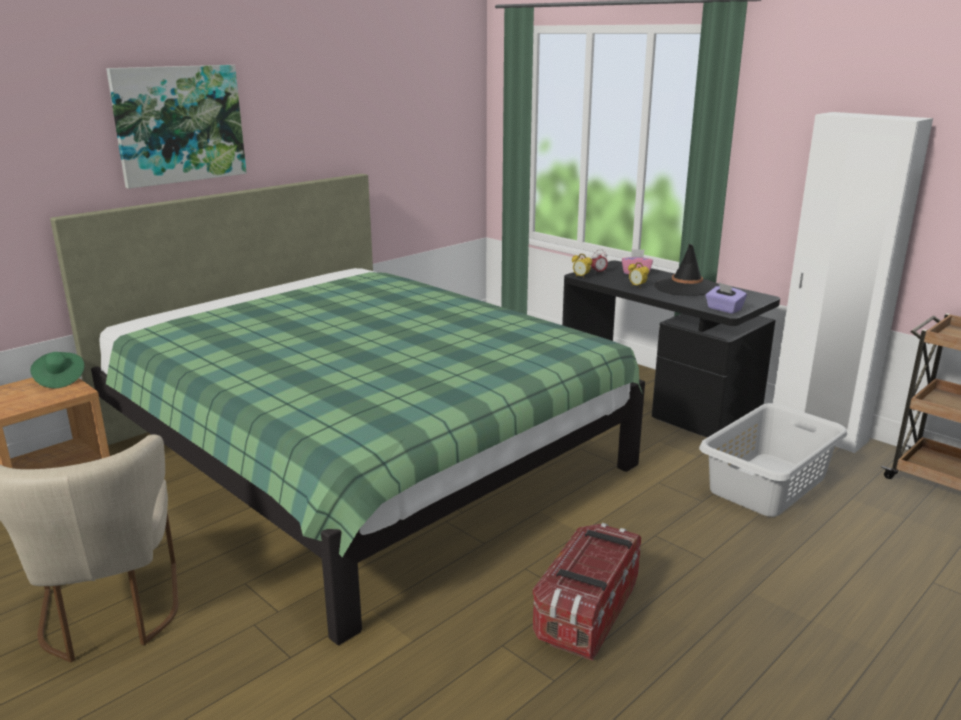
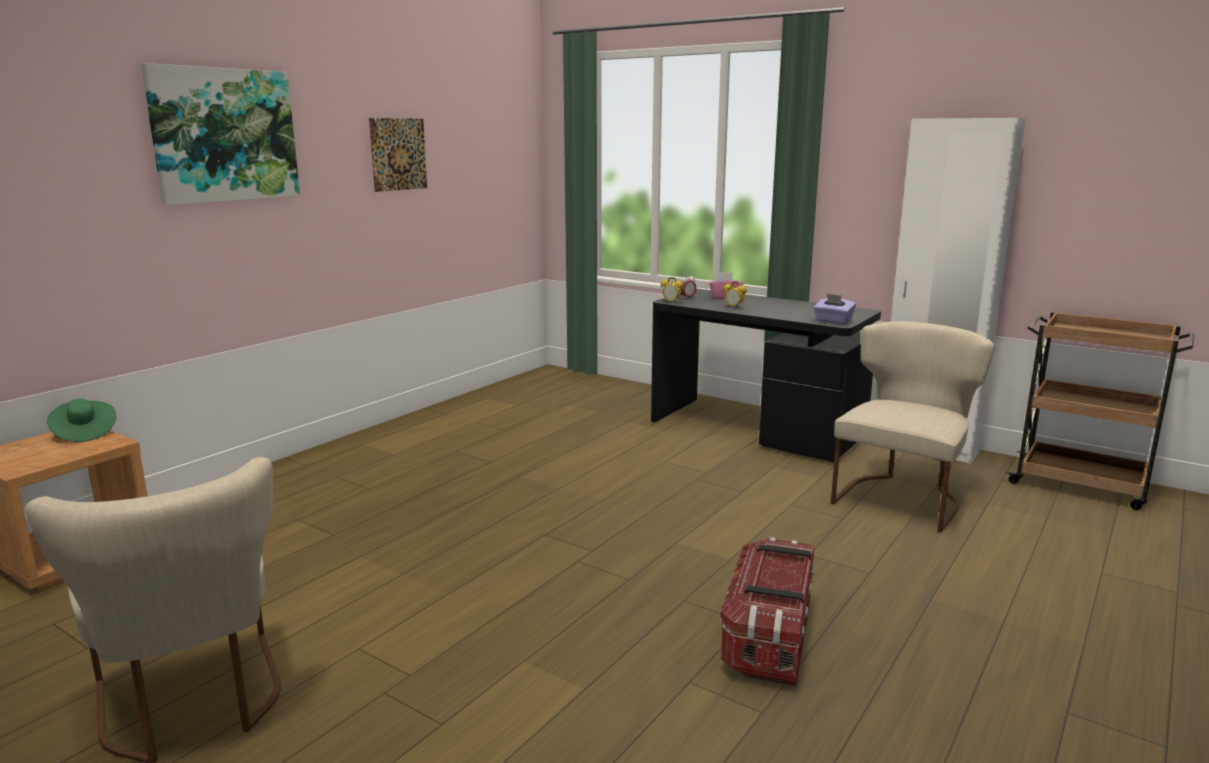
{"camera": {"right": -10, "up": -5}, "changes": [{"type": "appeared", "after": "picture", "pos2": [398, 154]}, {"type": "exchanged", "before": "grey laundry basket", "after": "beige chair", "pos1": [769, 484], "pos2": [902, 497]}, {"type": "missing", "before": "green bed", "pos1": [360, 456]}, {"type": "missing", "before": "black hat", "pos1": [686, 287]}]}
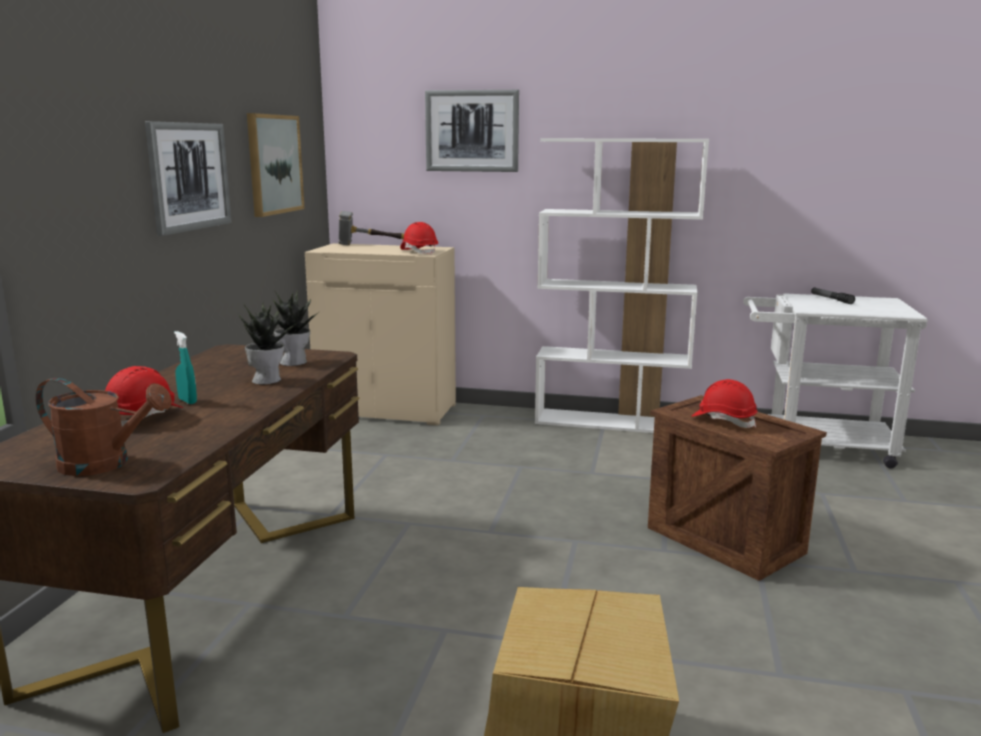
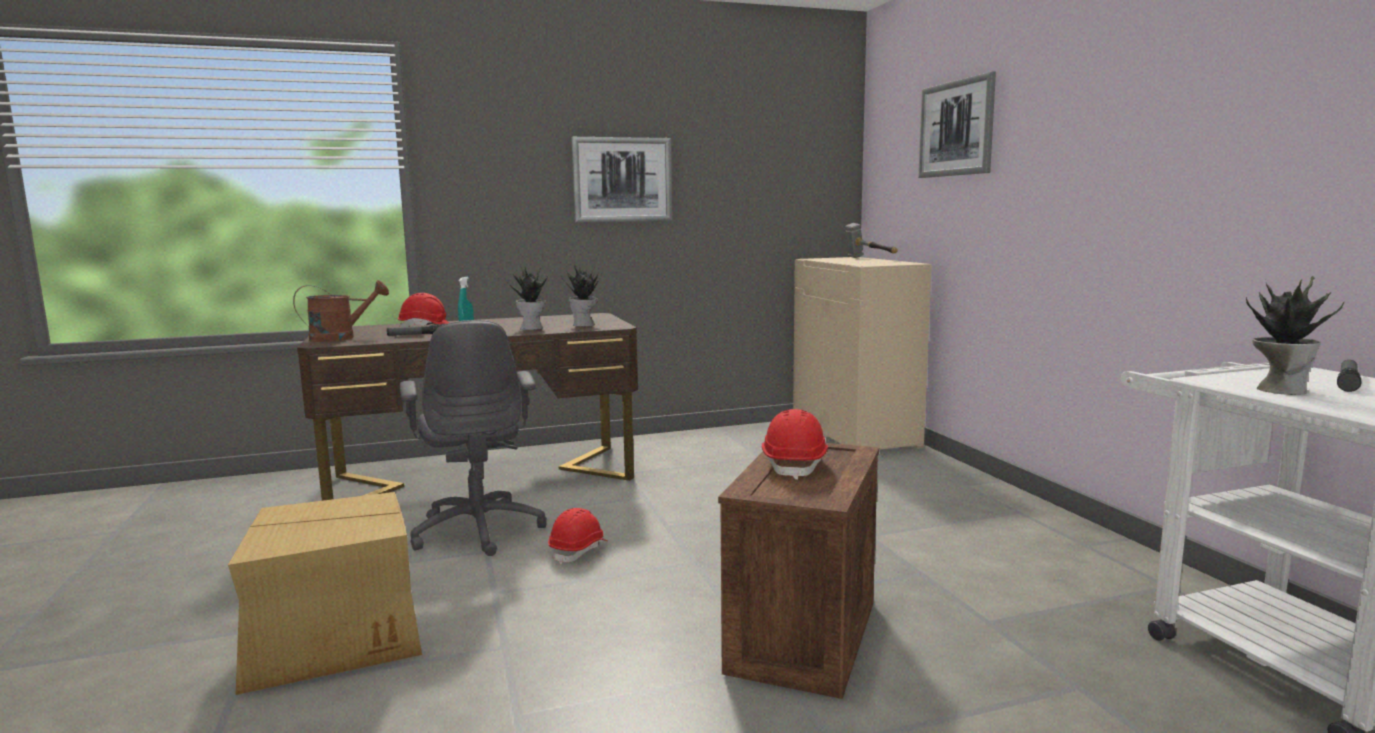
{"camera": {"right": 60, "up": -5}, "changes": [{"type": "spun", "before": "brown watering can", "pos1": [105, 464], "pos2": [341, 337], "turn": -105}, {"type": "appeared", "after": "flashlight", "pos2": [420, 335]}, {"type": "appeared", "after": "grey office chair", "pos2": [479, 530]}, {"type": "relocated", "before": "red hard hat", "pos1": [419, 252], "pos2": [579, 550]}, {"type": "appeared", "after": "potted plant", "pos2": [1279, 390]}, {"type": "missing", "before": "picture", "pos1": [274, 164]}, {"type": "missing", "before": "white bookcase", "pos1": [611, 422]}]}
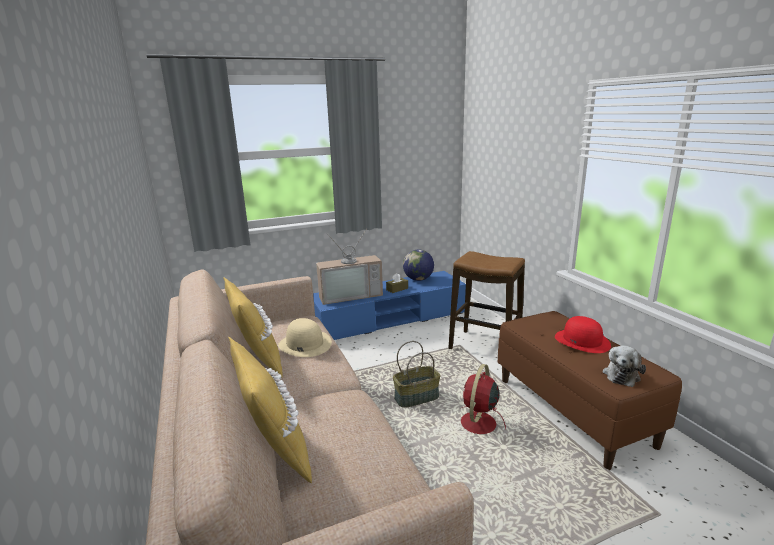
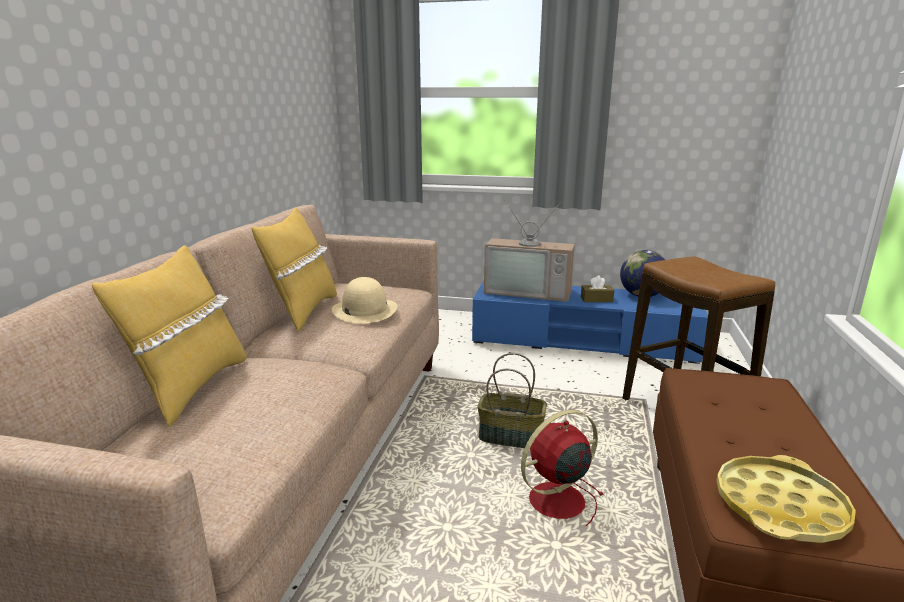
{"camera": {"right": 35, "up": 0}, "changes": [{"type": "exchanged", "before": "plush toy", "after": "yellow tray", "pos1": [621, 374], "pos2": [780, 507]}, {"type": "missing", "before": "red hat", "pos1": [582, 341]}]}
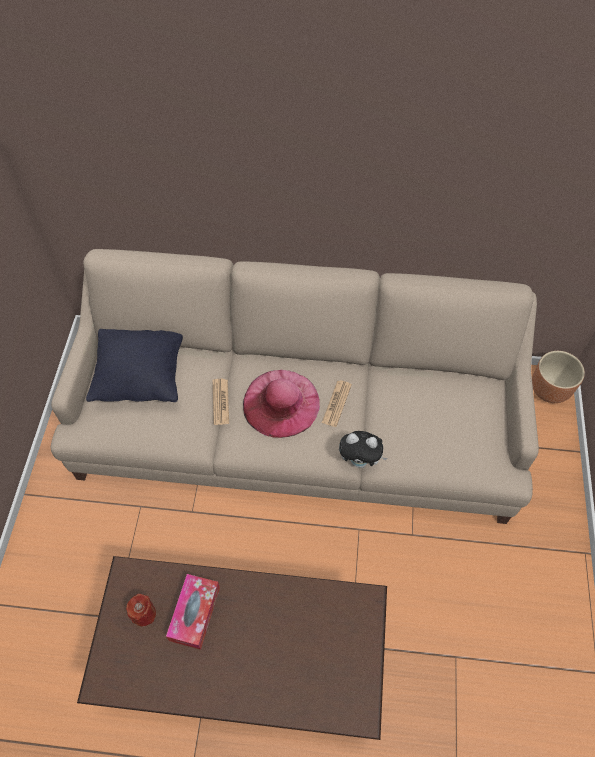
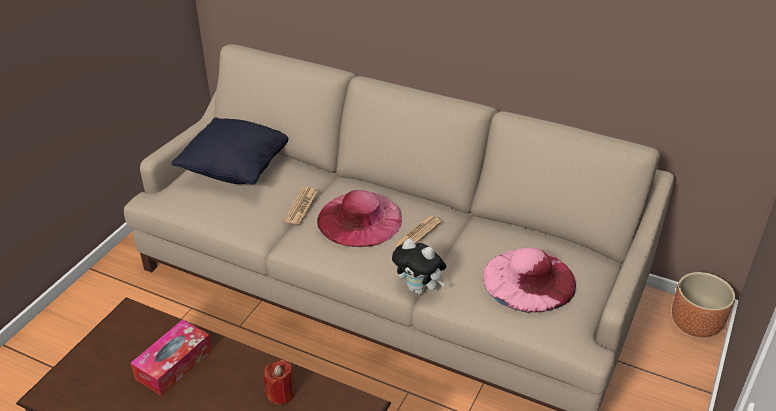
{"camera": {"right": 20, "up": -20}, "changes": [{"type": "relocated", "before": "red candle", "pos1": [144, 614], "pos2": [281, 393]}, {"type": "appeared", "after": "pink hat", "pos2": [529, 279]}]}
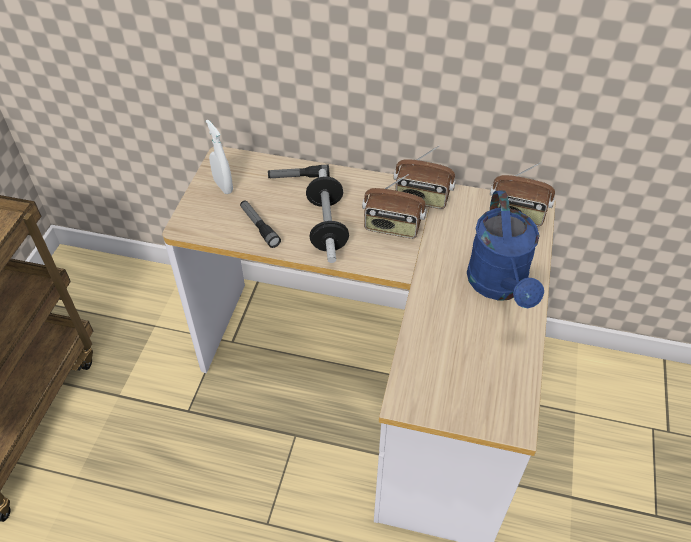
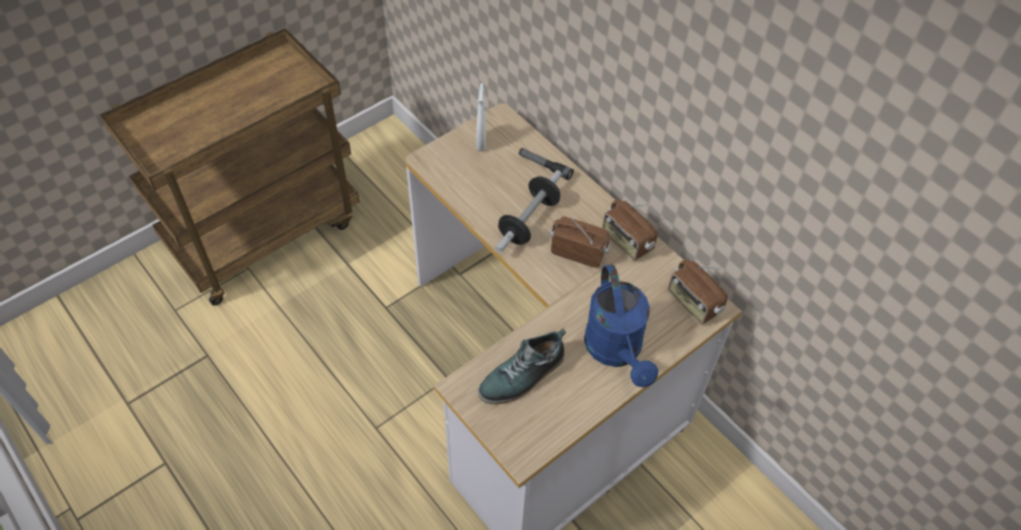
{"camera": {"right": 35, "up": 5}, "changes": [{"type": "appeared", "after": "shoe", "pos2": [522, 376]}, {"type": "spun", "before": "radio", "pos1": [392, 227], "pos2": [578, 252], "turn": 150}, {"type": "spun", "before": "blue watering can", "pos1": [500, 286], "pos2": [617, 351], "turn": -45}, {"type": "missing", "before": "flashlight", "pos1": [259, 227]}]}
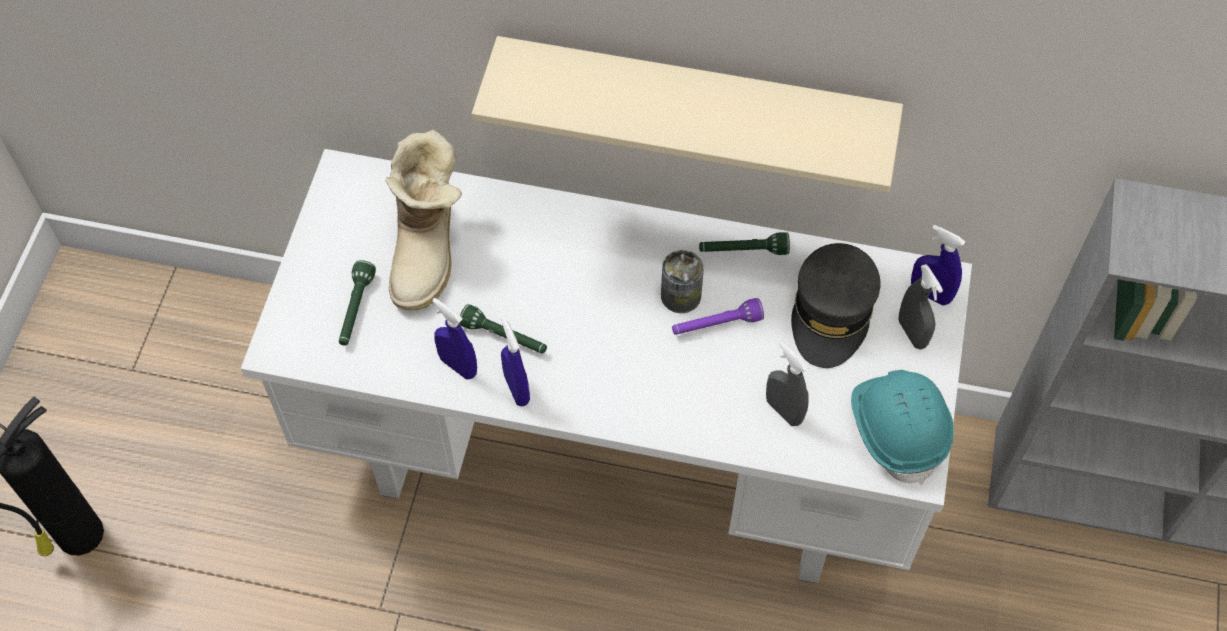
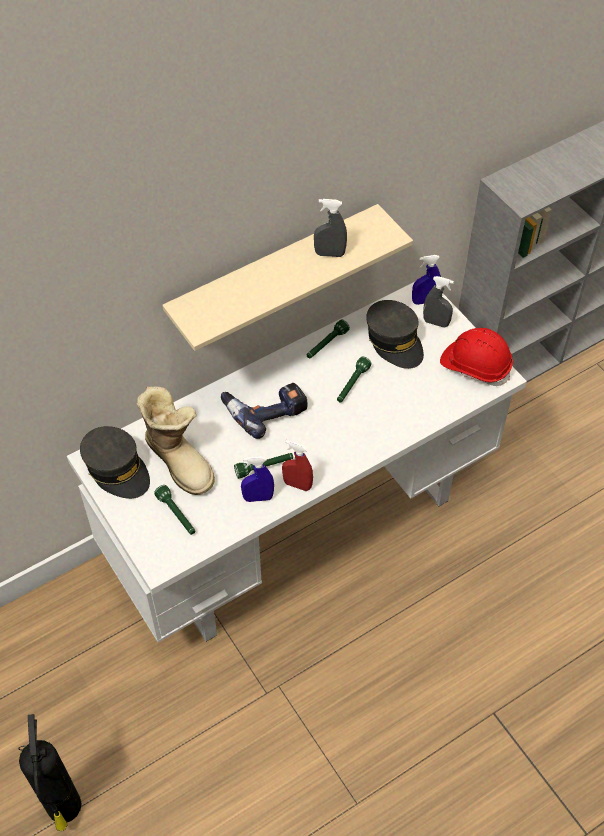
{"camera": {"right": -45, "up": -5}, "changes": [{"type": "appeared", "after": "grey cap", "pos2": [117, 469]}, {"type": "appeared", "after": "power drill", "pos2": [265, 410]}, {"type": "colour", "before": "blue spray bottle", "after": "red spray bottle", "pos1": [516, 389], "pos2": [297, 485]}, {"type": "relocated", "before": "grey spray bottle", "pos1": [783, 411], "pos2": [329, 254]}, {"type": "colour", "before": "purple flashlight", "after": "green flashlight", "pos1": [716, 325], "pos2": [352, 385]}, {"type": "colour", "before": "turquoise hard hat", "after": "red hard hat", "pos1": [898, 429], "pos2": [475, 366]}, {"type": "missing", "before": "can", "pos1": [680, 296]}]}
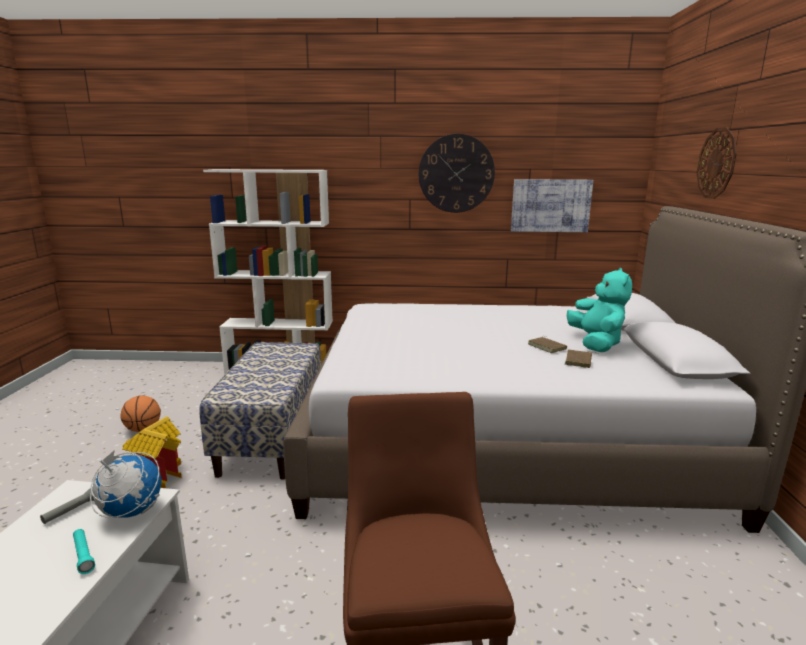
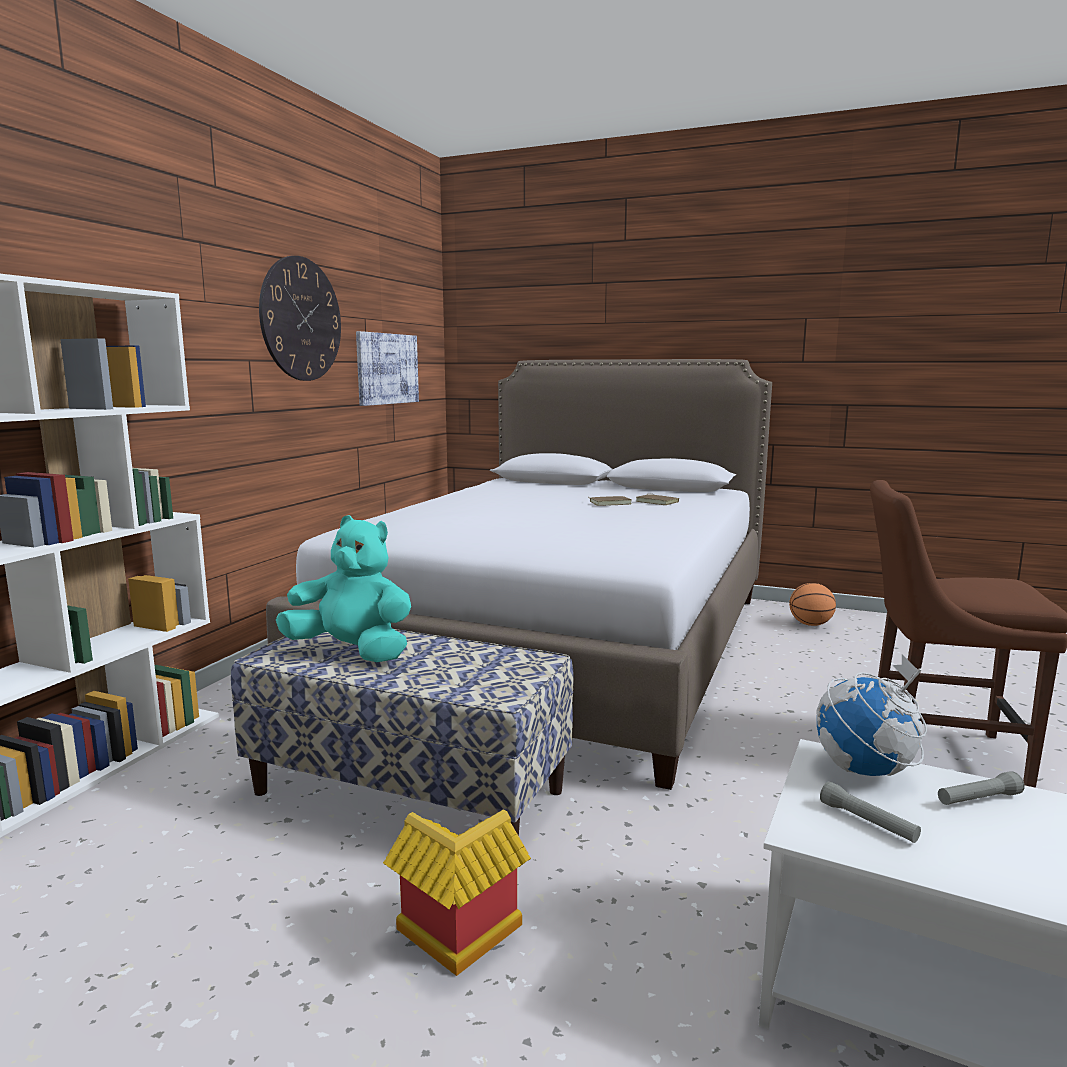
{"camera": {"right": -70, "up": -5}, "changes": [{"type": "relocated", "before": "turquoise plush toy", "pos1": [596, 343], "pos2": [352, 652]}, {"type": "relocated", "before": "basketball", "pos1": [143, 429], "pos2": [810, 625]}, {"type": "colour", "before": "turquoise flashlight", "after": "grey flashlight", "pos1": [83, 555], "pos2": [978, 799]}, {"type": "missing", "before": "wall clock", "pos1": [716, 163]}]}
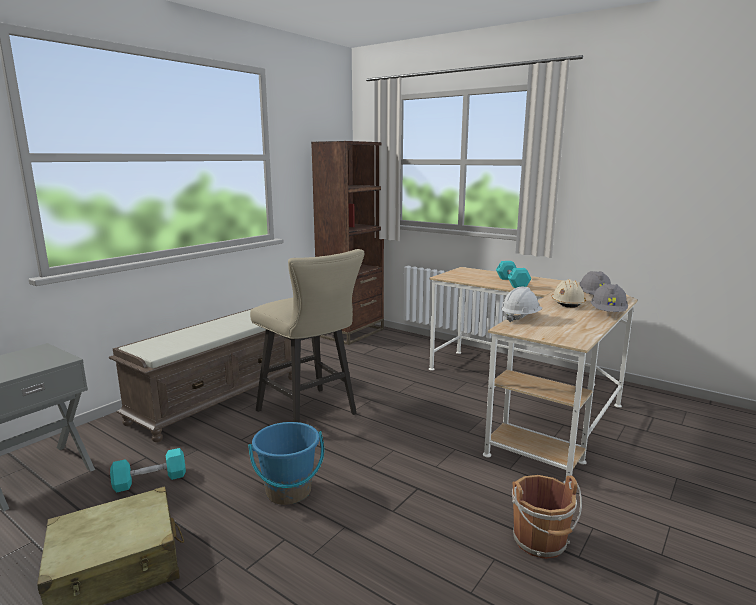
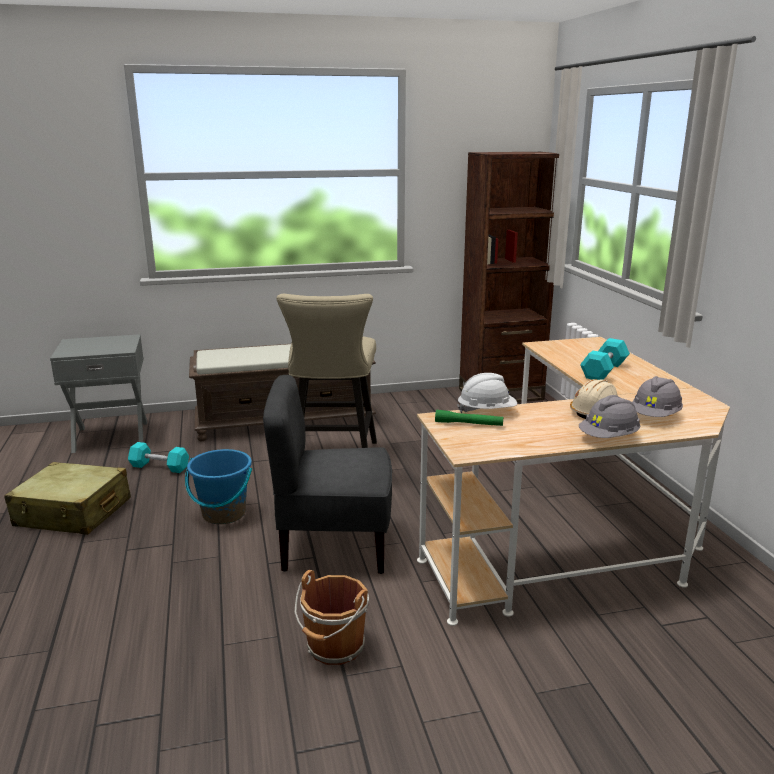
{"camera": {"right": 40, "up": 5}, "changes": [{"type": "appeared", "after": "grey chair", "pos2": [333, 546]}, {"type": "appeared", "after": "green flashlight", "pos2": [468, 424]}]}
